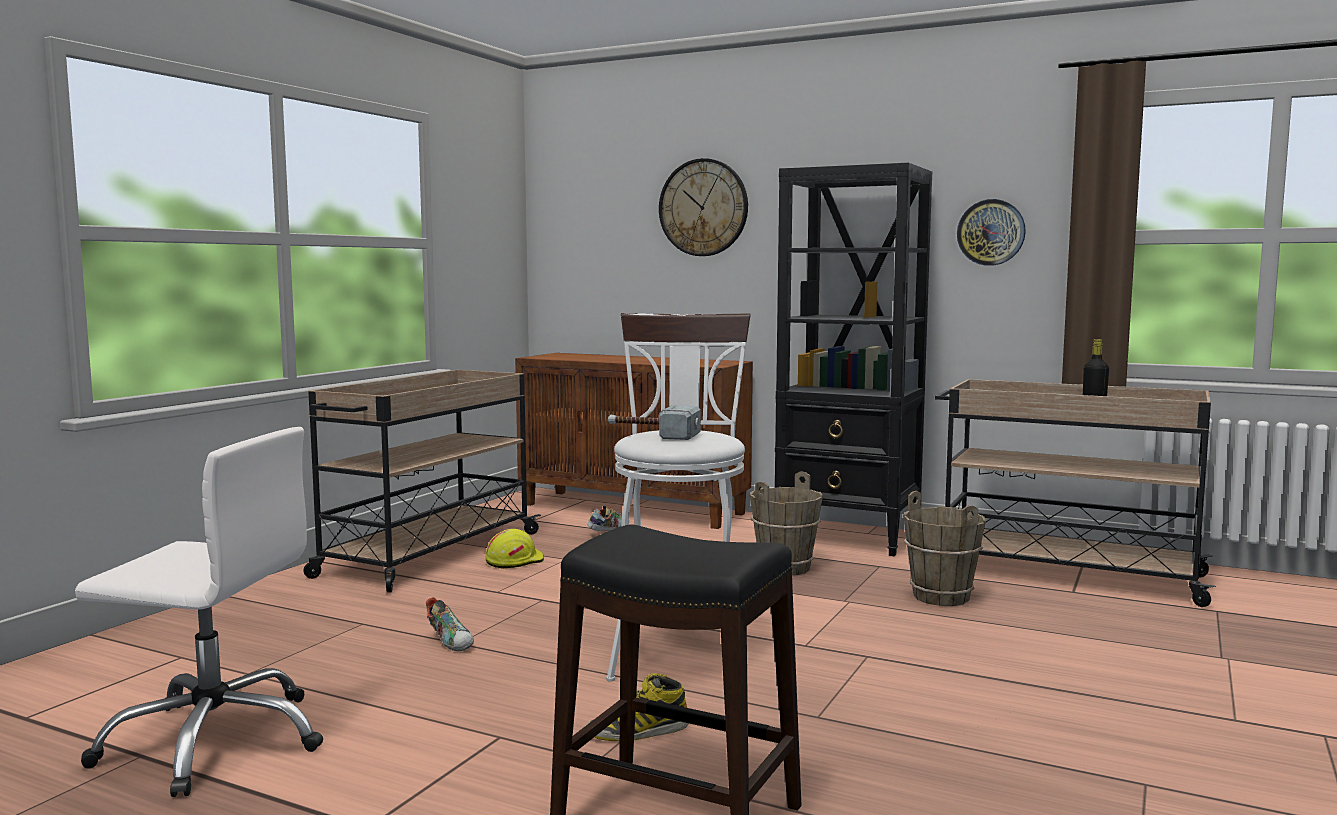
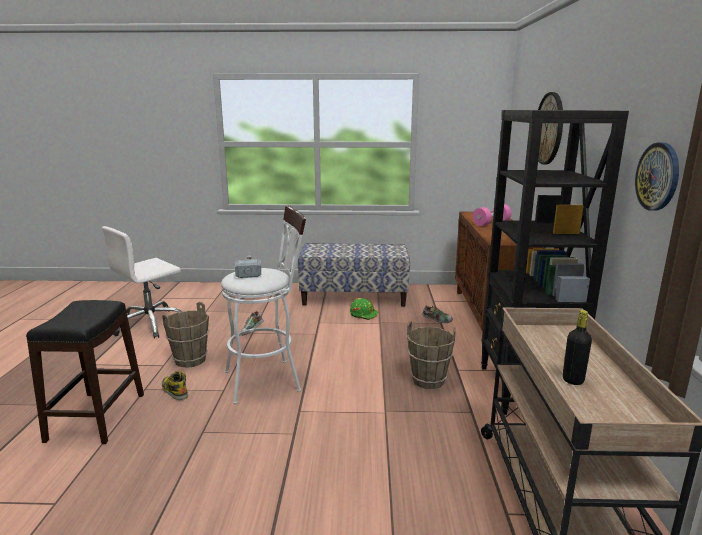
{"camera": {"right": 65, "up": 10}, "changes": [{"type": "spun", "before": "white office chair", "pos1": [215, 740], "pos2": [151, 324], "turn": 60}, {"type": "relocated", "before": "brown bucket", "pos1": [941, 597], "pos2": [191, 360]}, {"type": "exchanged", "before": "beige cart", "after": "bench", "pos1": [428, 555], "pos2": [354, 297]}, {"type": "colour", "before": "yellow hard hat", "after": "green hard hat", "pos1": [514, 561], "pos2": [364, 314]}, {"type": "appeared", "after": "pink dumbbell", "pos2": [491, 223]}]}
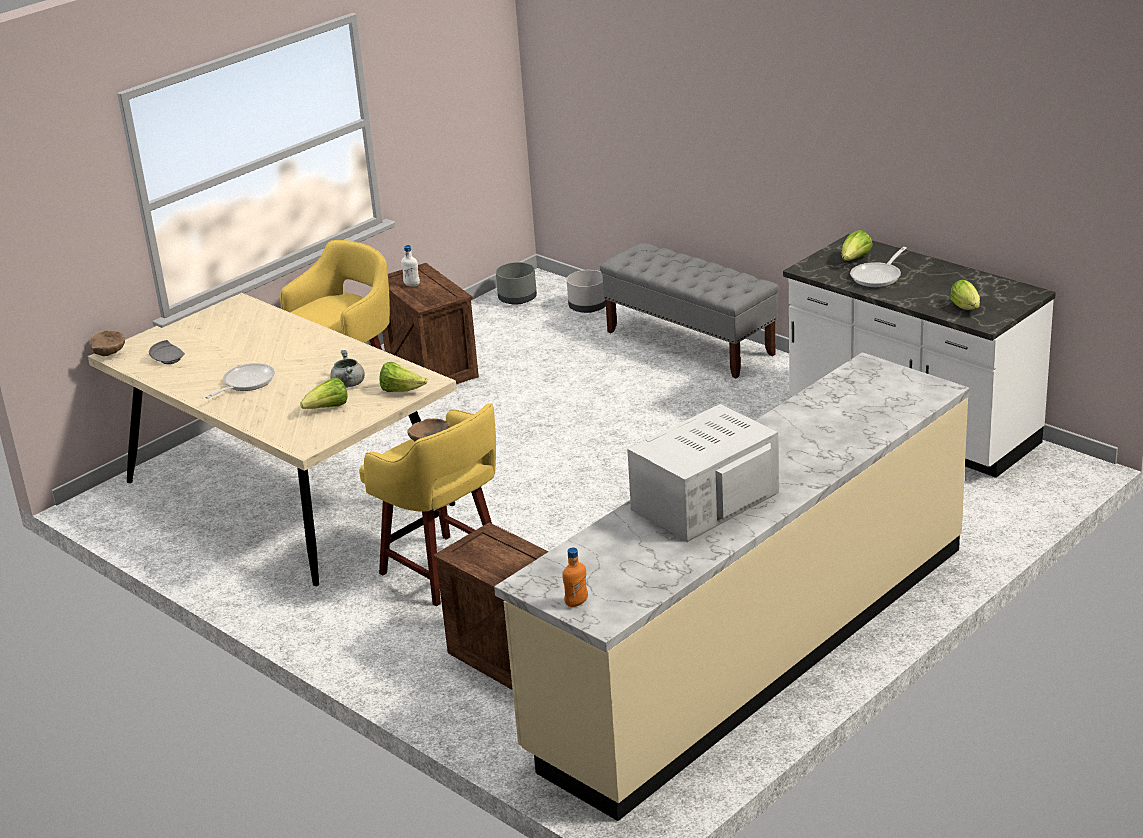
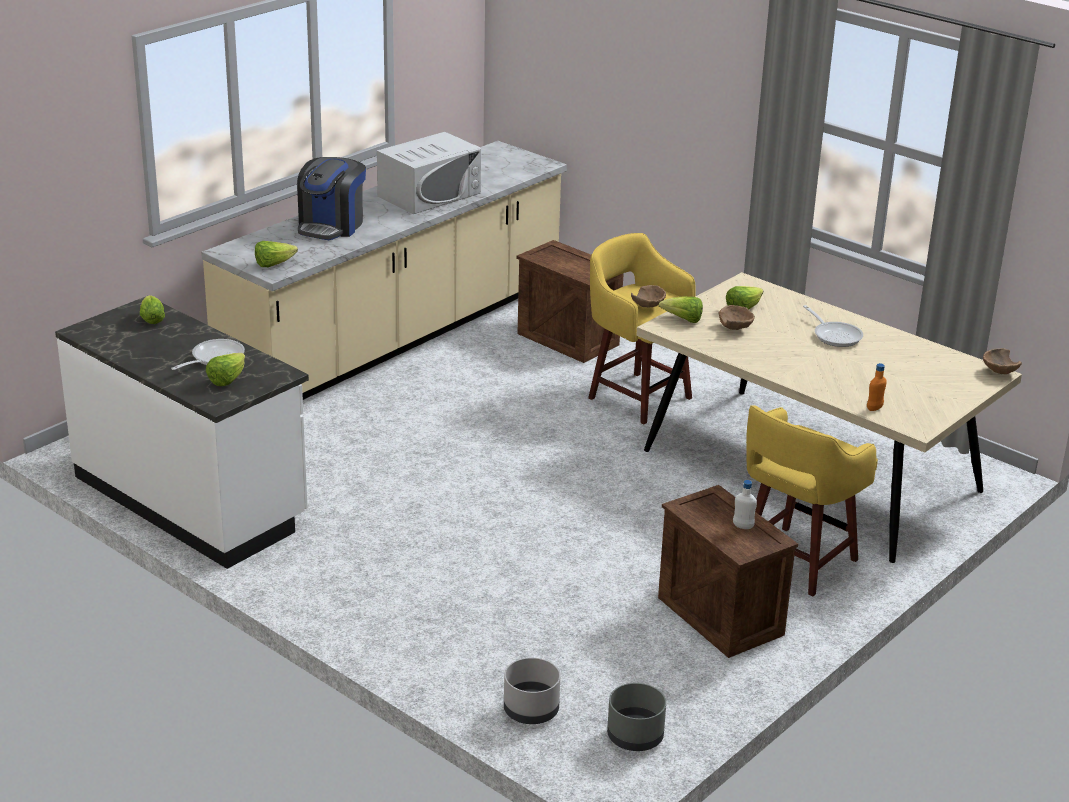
{"camera": {"right": 175, "up": 0}, "changes": [{"type": "appeared", "after": "lettuce", "pos2": [273, 264]}, {"type": "appeared", "after": "coffee machine", "pos2": [331, 226]}, {"type": "exchanged", "before": "grey cooking pot", "after": "brown bowl", "pos1": [348, 384], "pos2": [736, 329]}, {"type": "spun", "before": "frying pan", "pos1": [245, 383], "pos2": [835, 335], "turn": -60}, {"type": "relocated", "before": "orange bottle", "pos1": [576, 603], "pos2": [874, 408]}, {"type": "missing", "before": "grey plate", "pos1": [168, 359]}, {"type": "missing", "before": "grey bench", "pos1": [690, 343]}]}
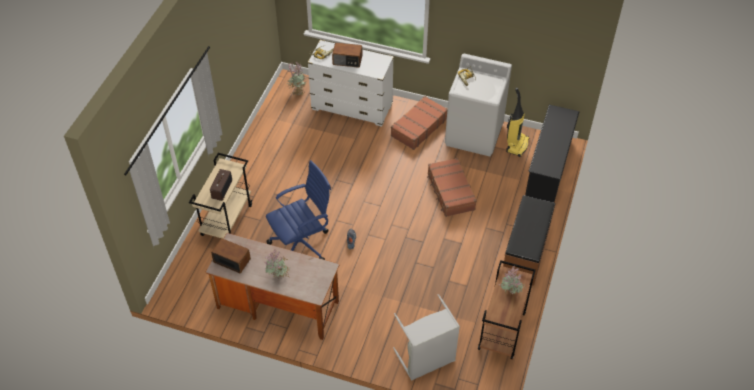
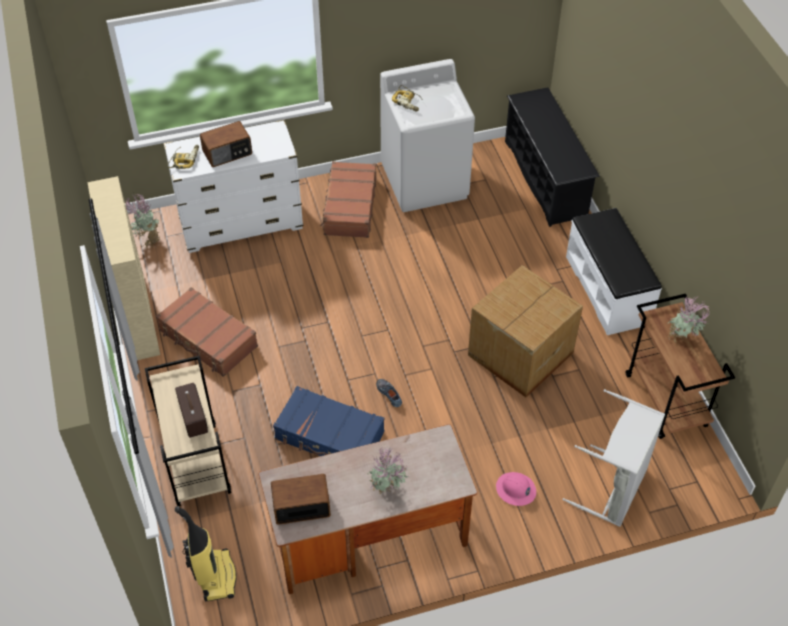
{"camera": {"right": -35, "up": 0}, "changes": [{"type": "appeared", "after": "beige bookcase", "pos2": [136, 315]}, {"type": "relocated", "before": "brown suitcase", "pos1": [450, 192], "pos2": [208, 339]}, {"type": "relocated", "before": "vacuum cleaner", "pos1": [516, 145], "pos2": [215, 576]}, {"type": "exchanged", "before": "blue office chair", "after": "blue suitcase", "pos1": [302, 244], "pos2": [329, 436]}, {"type": "appeared", "after": "cardboard box", "pos2": [519, 354]}, {"type": "appeared", "after": "pink hard hat", "pos2": [515, 490]}, {"type": "colour", "before": "brown bench", "after": "white bench", "pos1": [526, 252], "pos2": [608, 289]}]}
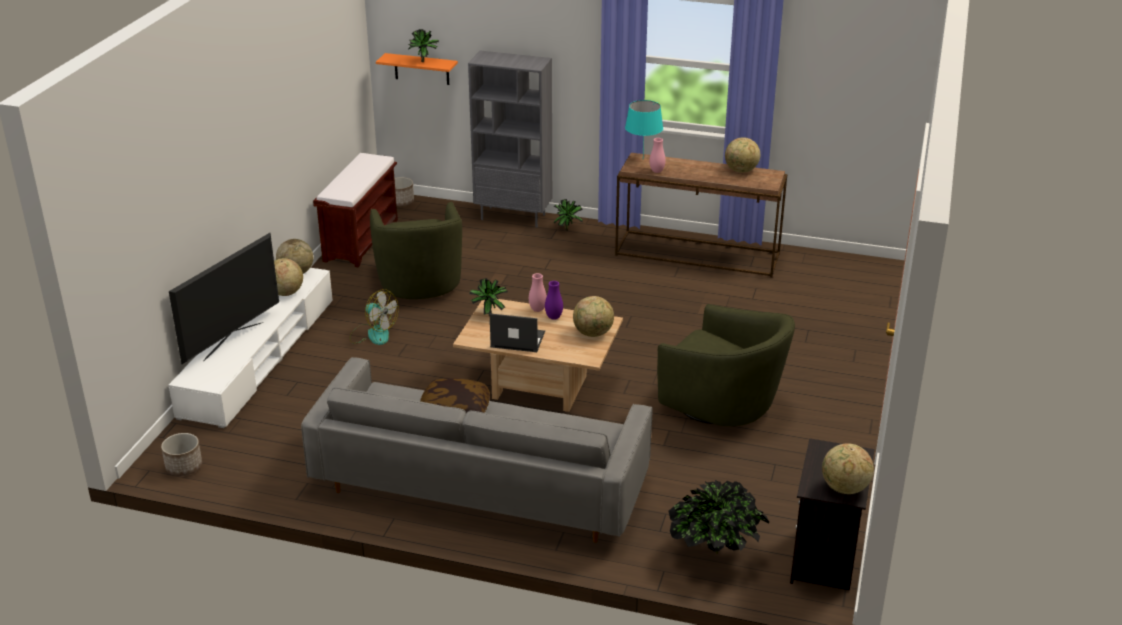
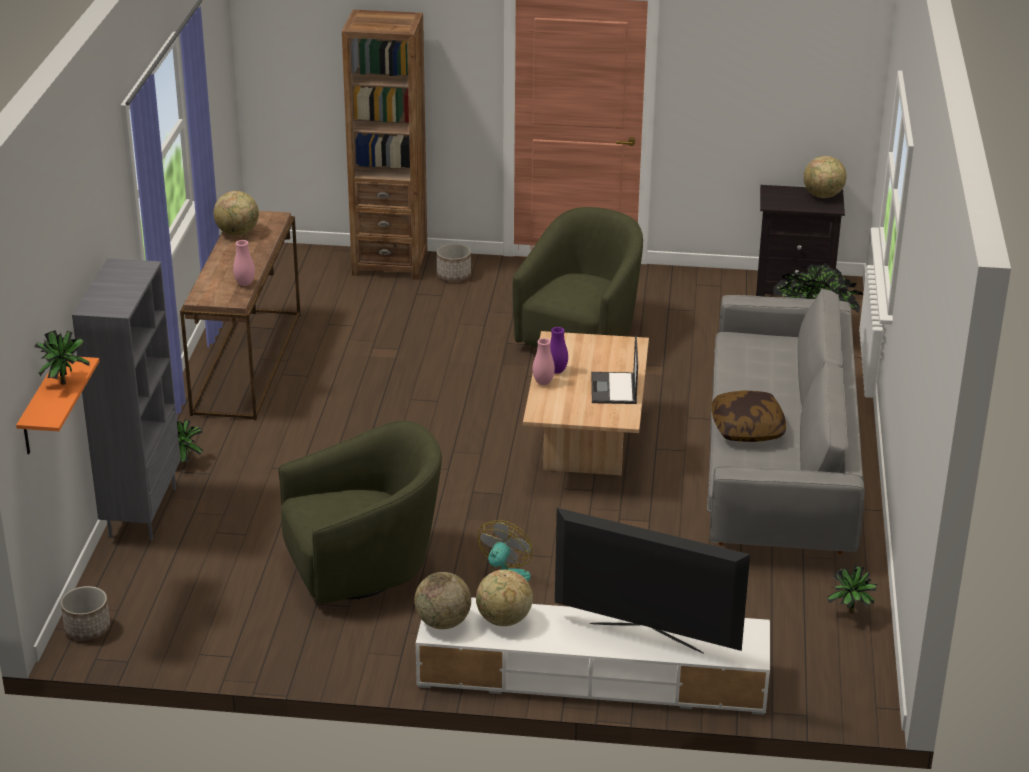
{"camera": {"right": -100, "up": 0}, "changes": [{"type": "appeared", "after": "brown bookcase", "pos2": [390, 264]}, {"type": "relocated", "before": "planter", "pos1": [183, 467], "pos2": [454, 276]}, {"type": "relocated", "before": "potted plant", "pos1": [488, 314], "pos2": [850, 614]}, {"type": "missing", "before": "brown bench", "pos1": [361, 240]}, {"type": "missing", "before": "globe", "pos1": [593, 333]}, {"type": "missing", "before": "turquoise table lamp", "pos1": [643, 159]}]}
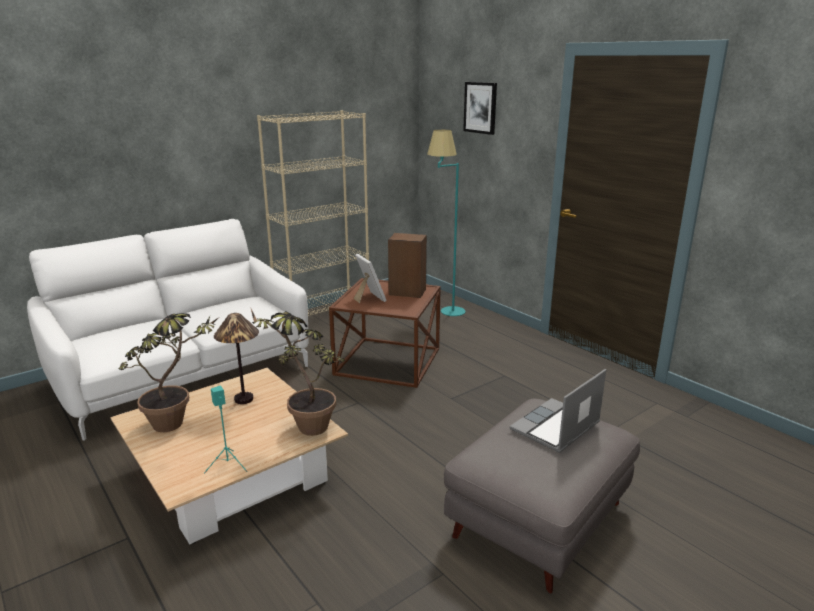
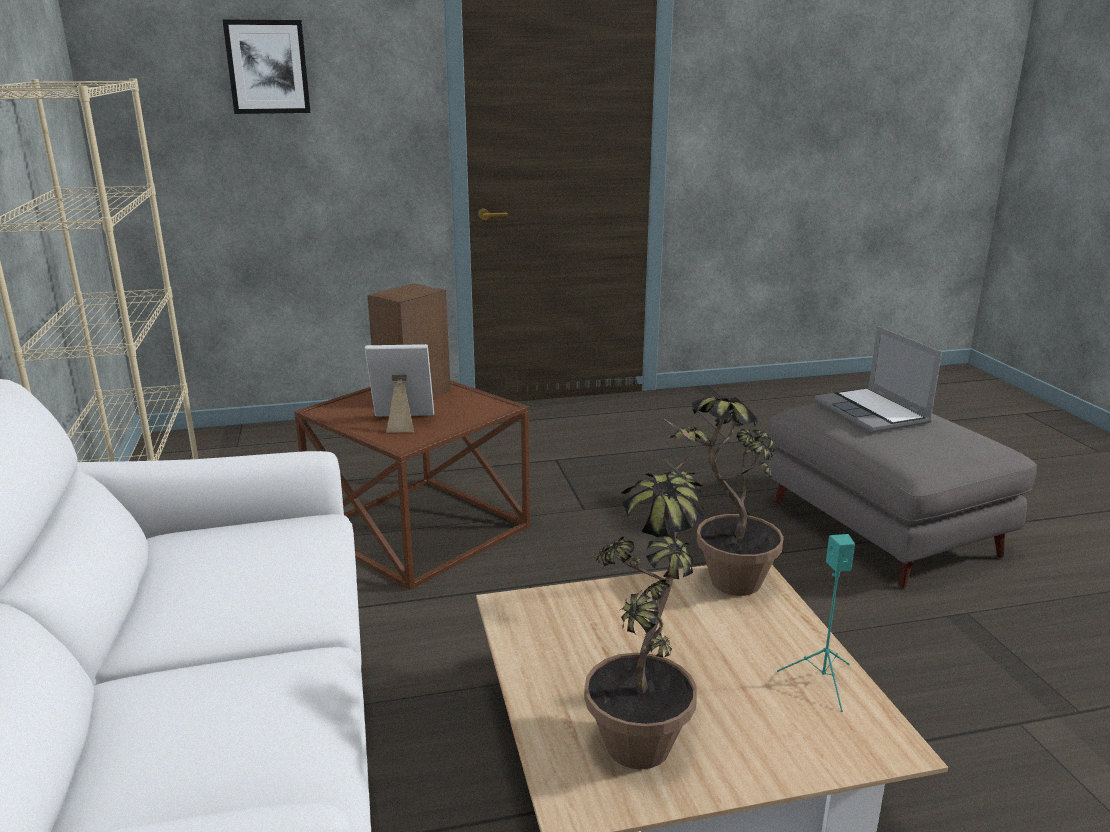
{"camera": {"right": -65, "up": 0}, "changes": [{"type": "missing", "before": "table lamp", "pos1": [243, 399]}, {"type": "missing", "before": "turquoise floor lamp", "pos1": [444, 308]}]}
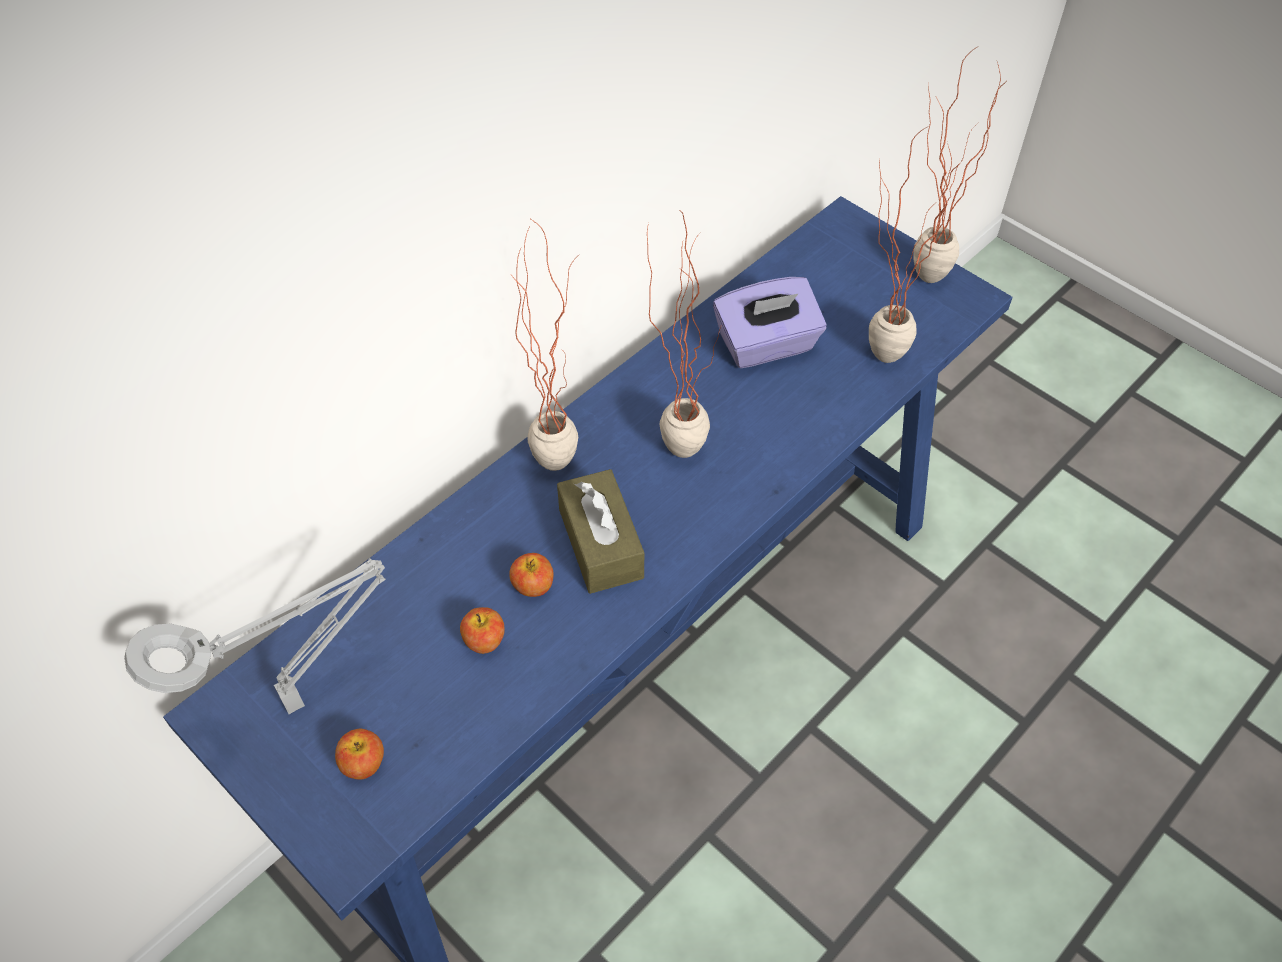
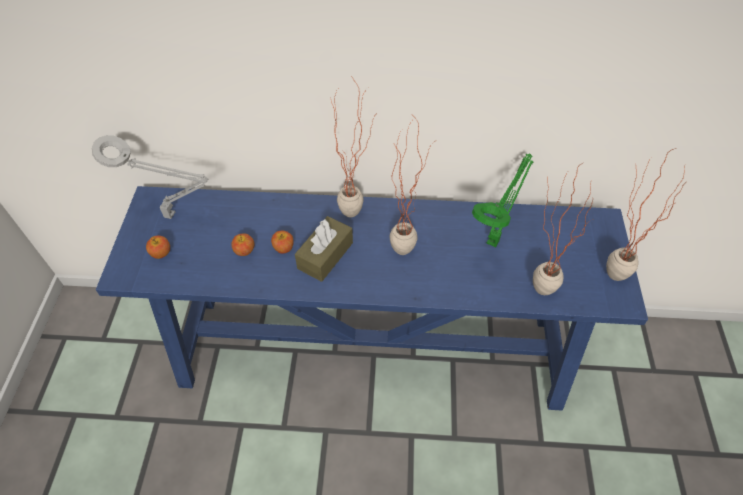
{"camera": {"right": 50, "up": 0}, "changes": [{"type": "exchanged", "before": "purple tissue box", "after": "green table lamp", "pos1": [766, 345], "pos2": [494, 240]}]}
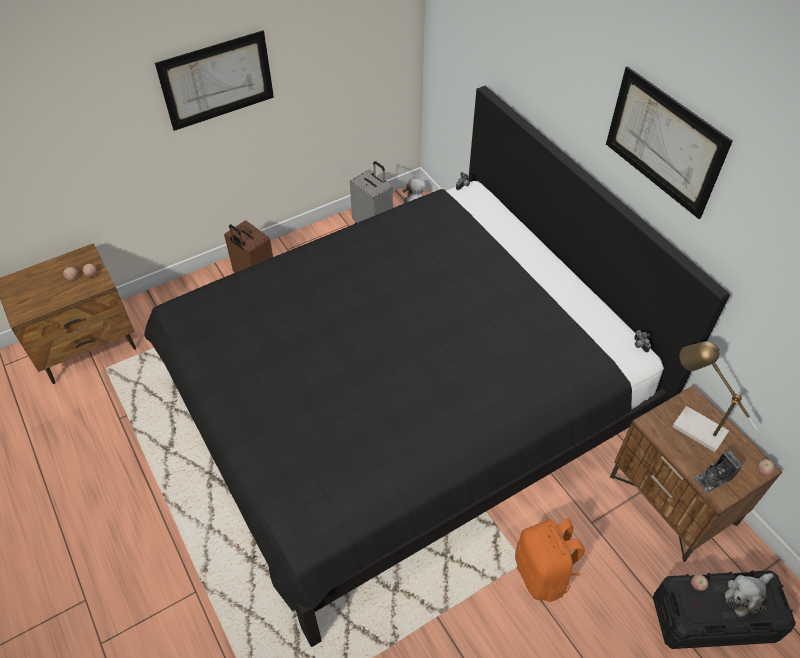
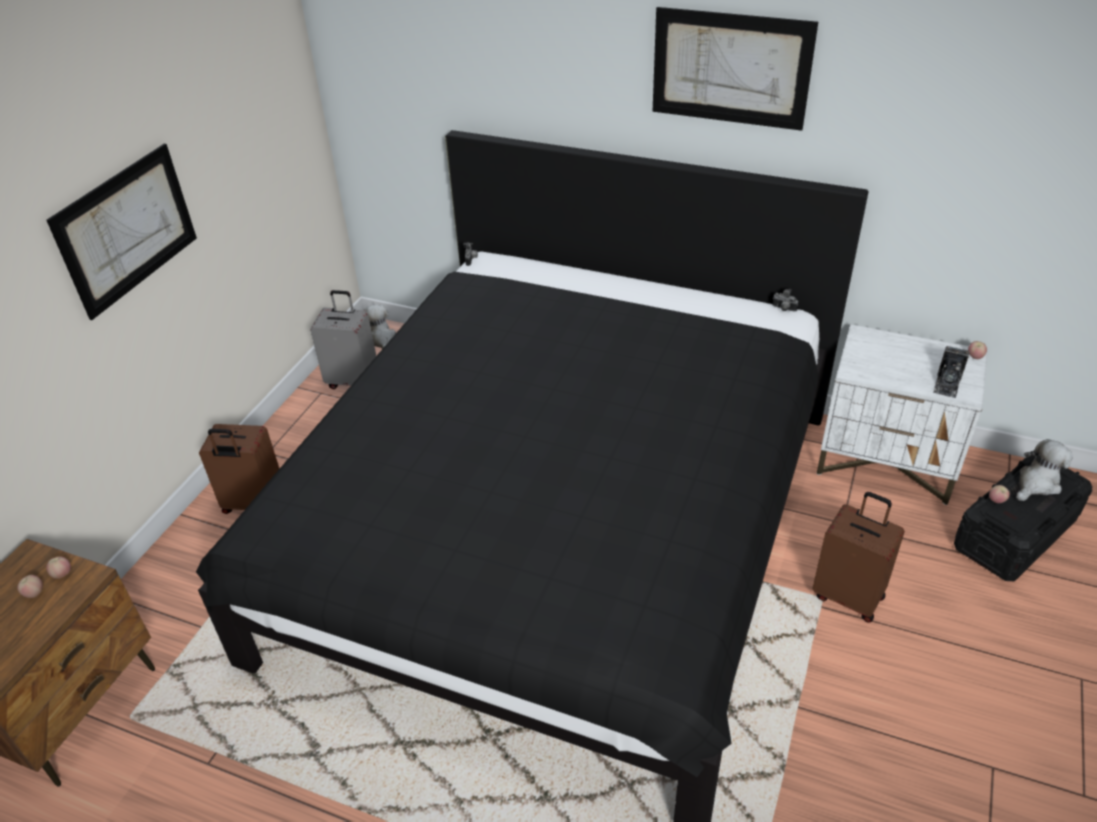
{"camera": {"right": -35, "up": -10}, "changes": [{"type": "exchanged", "before": "orange backpack", "after": "brown suitcase", "pos1": [543, 573], "pos2": [849, 596]}, {"type": "colour", "before": "brown nightstand", "after": "white nightstand", "pos1": [673, 501], "pos2": [887, 461]}, {"type": "spun", "before": "plush toy", "pos1": [745, 595], "pos2": [1037, 483], "turn": -150}, {"type": "missing", "before": "table lamp", "pos1": [692, 426]}]}
